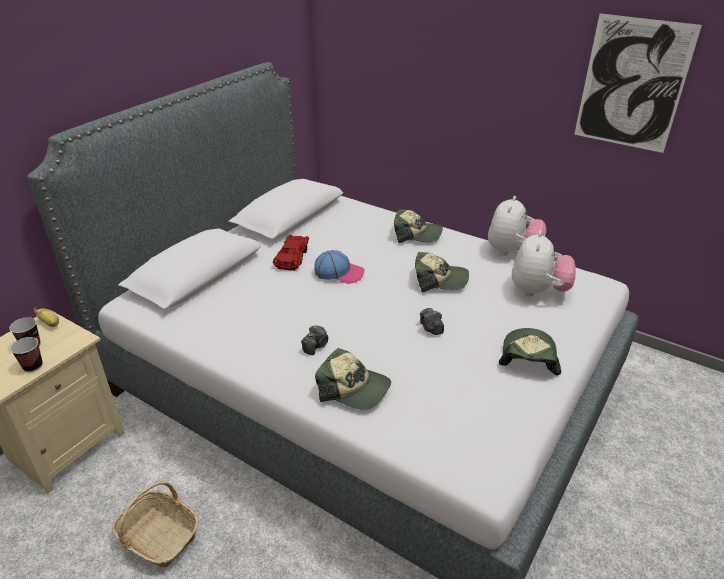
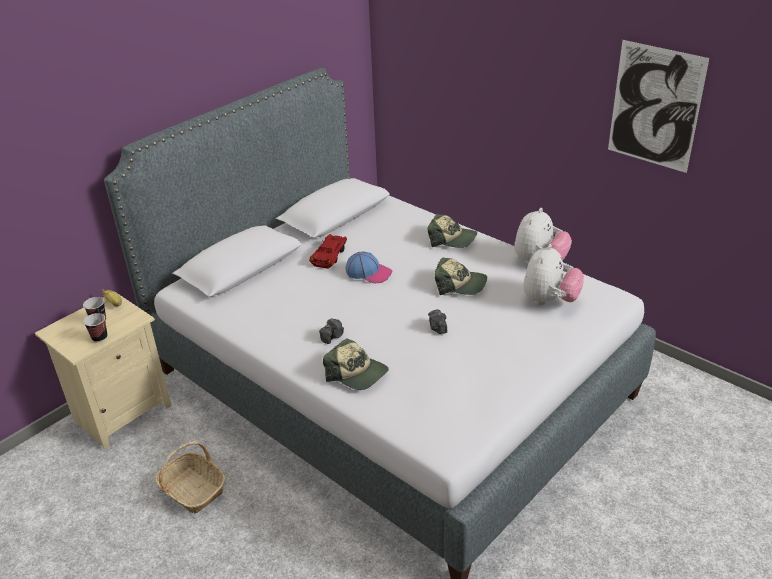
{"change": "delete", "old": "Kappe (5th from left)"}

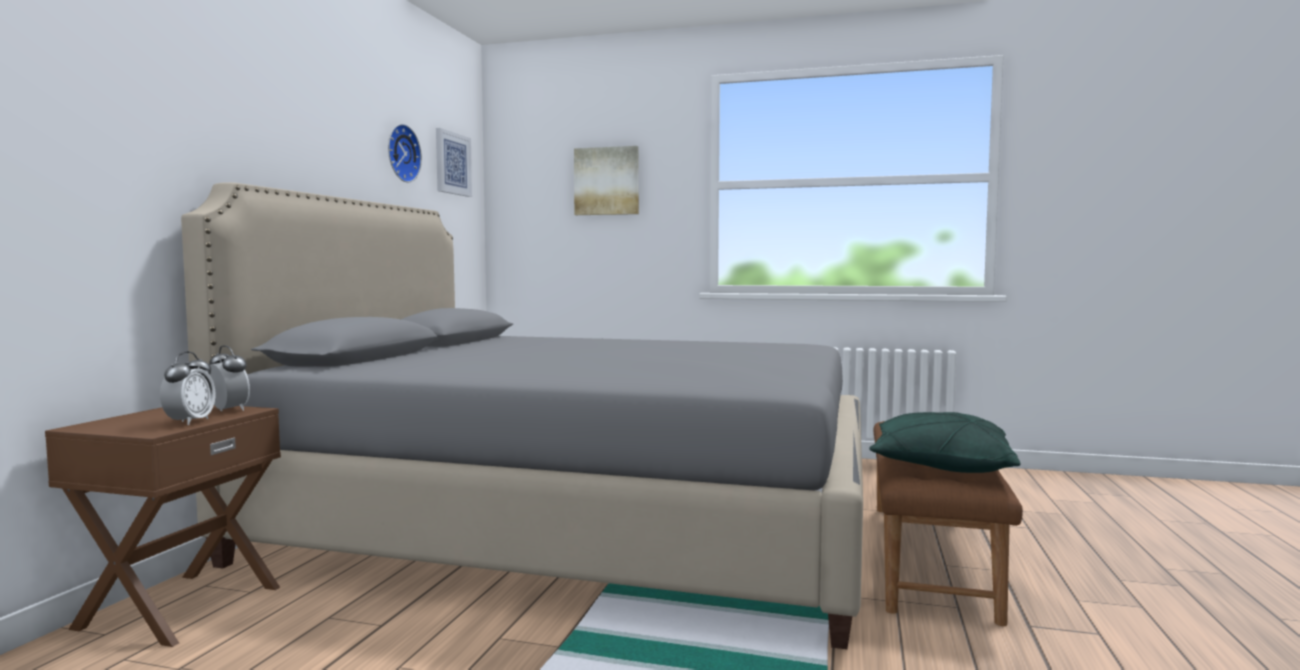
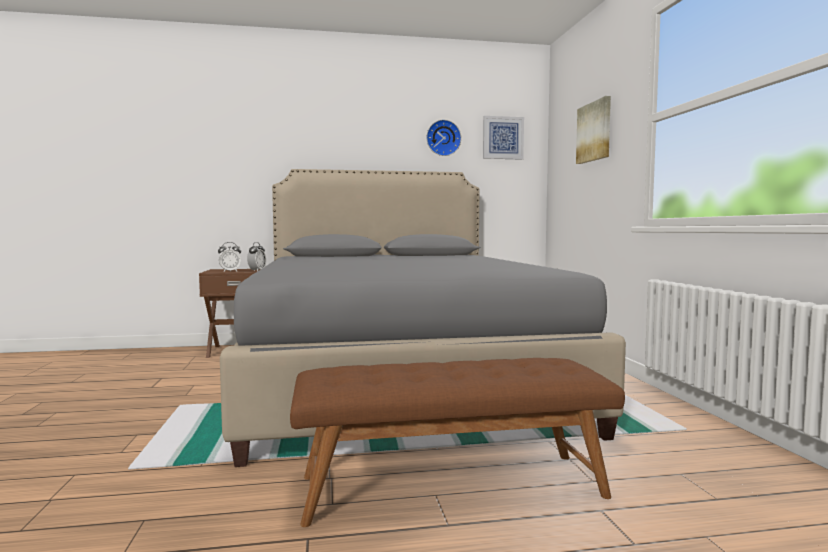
{"change": "delete", "old": "Kissen (grün)"}

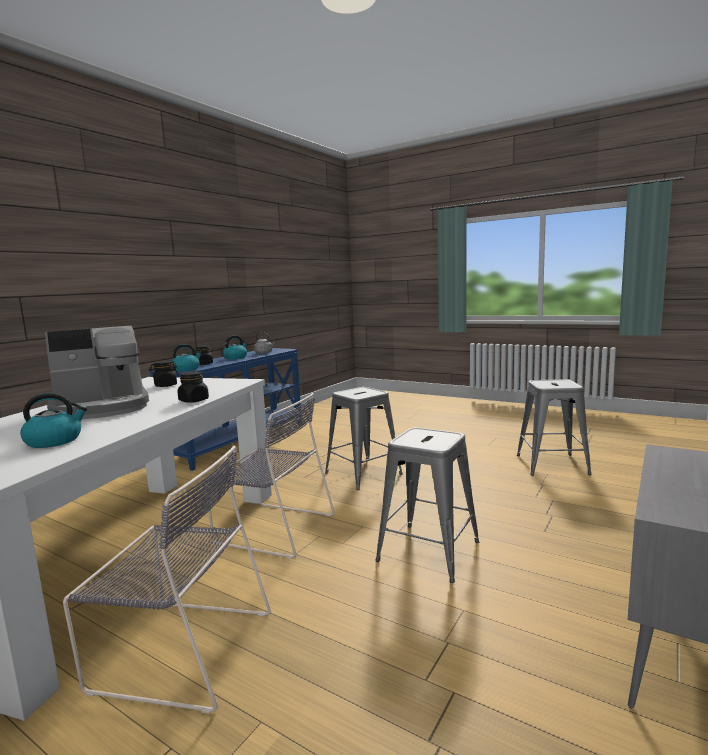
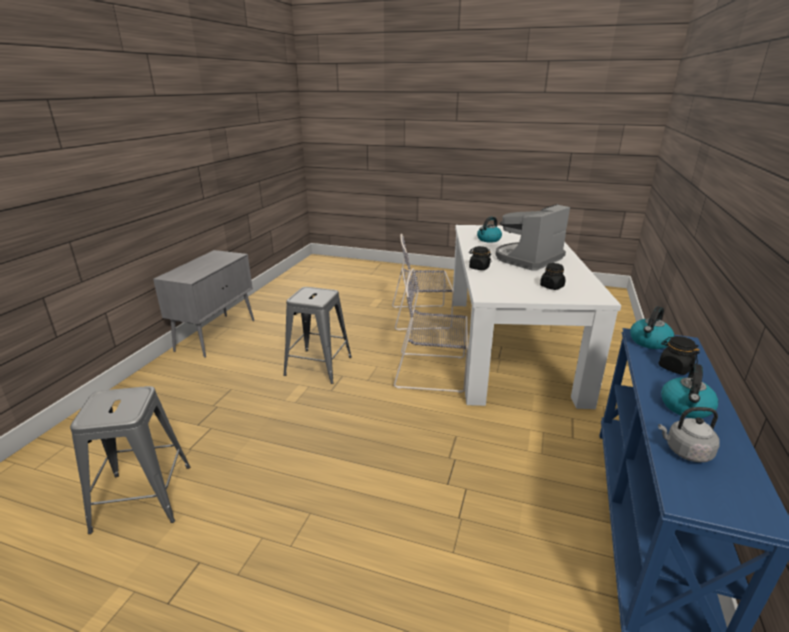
{"change": "delete", "old": "Hocker (grau) (1st from left)"}

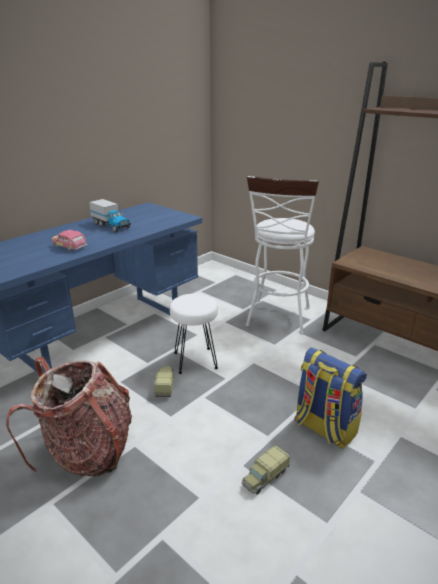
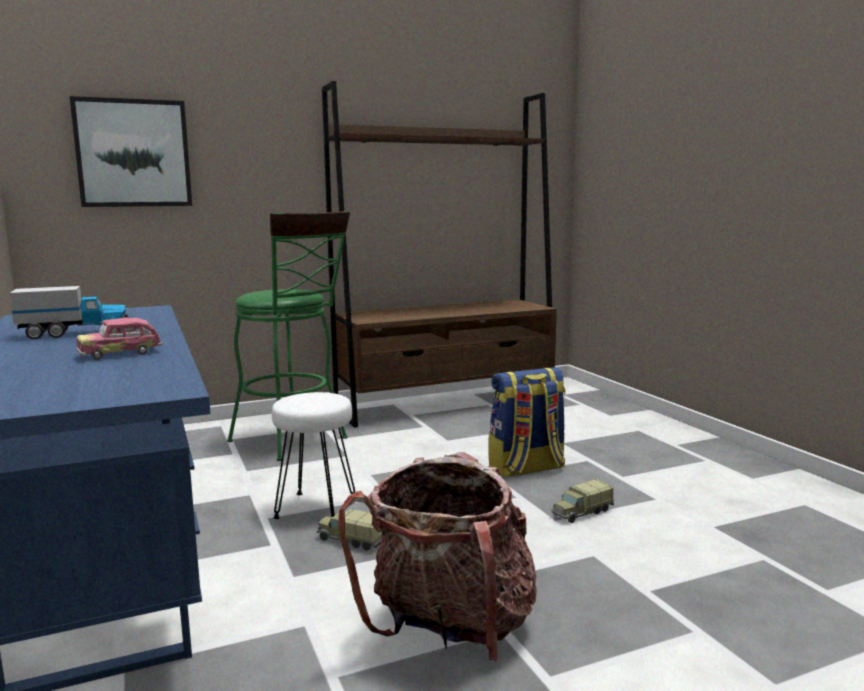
{"change": "rotate", "old": "Spielzeuglaster (3rd from left)", "degrees": 75}
{"change": "recolor", "old": "Hocker (weiß) (2nd from left)", "new": "Hocker (grün)"}
{"change": "insert", "new": "Bild"}

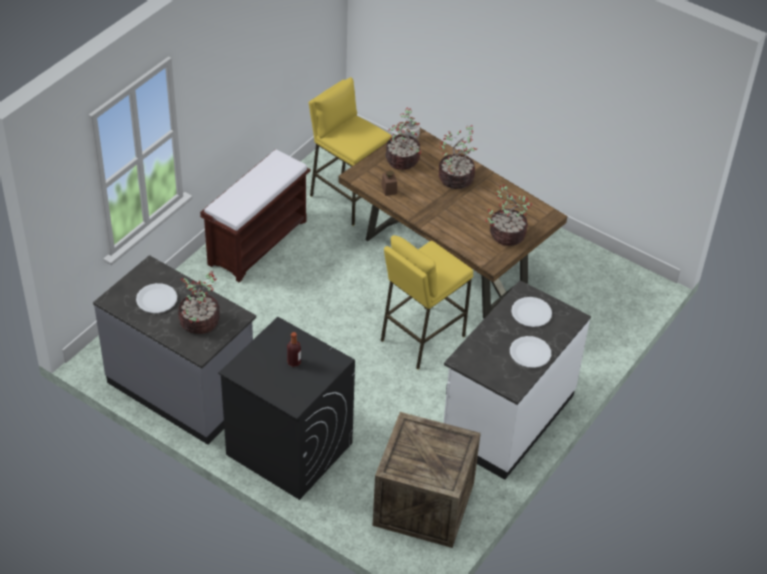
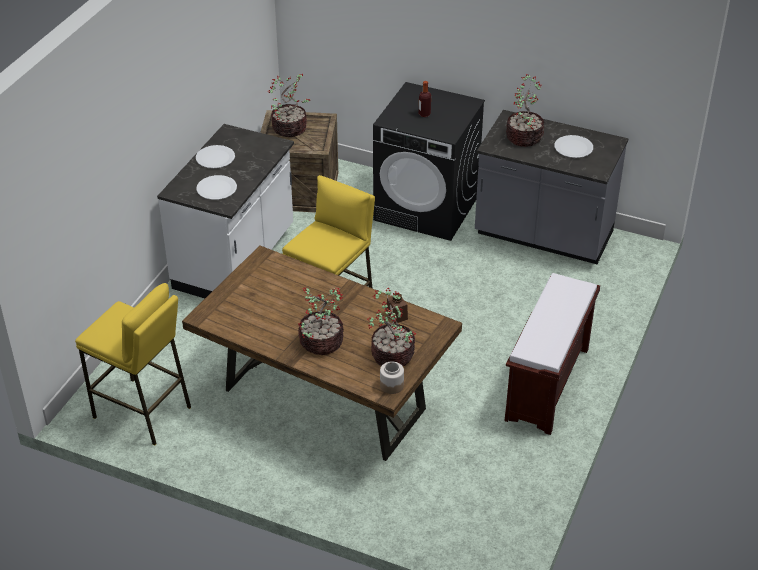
{"change": "move", "old": "Hocker (gelb) (1st from left)"}
{"change": "move", "old": "Topfpflanze (4th from left in the first image)", "new": "Topfpflanze (1st from left)"}

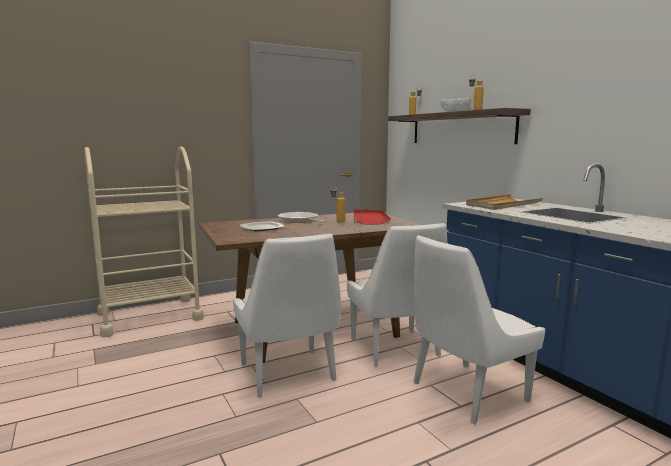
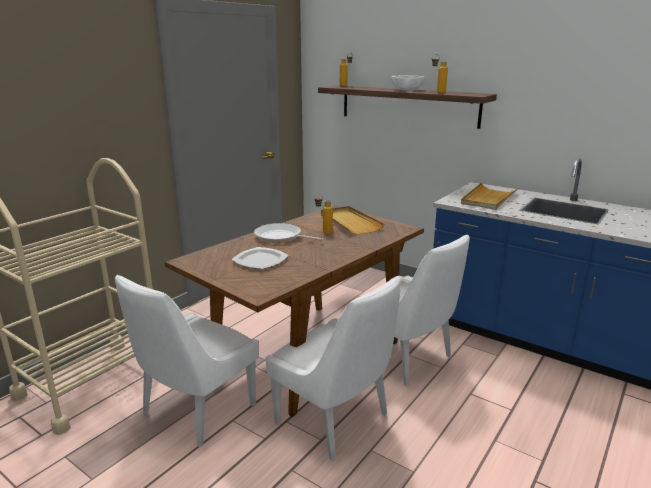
{"change": "recolor", "old": "Tablett (rot)", "new": "Tablett (beige) (1st from left)"}
{"change": "move", "old": "Stuhl (weiß) (3rd from left in the first image)", "new": "Stuhl (weiß) (1st from left)"}

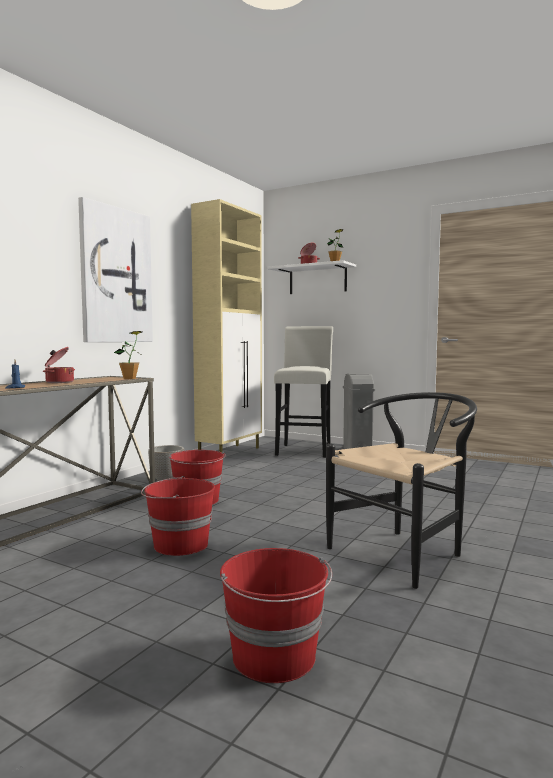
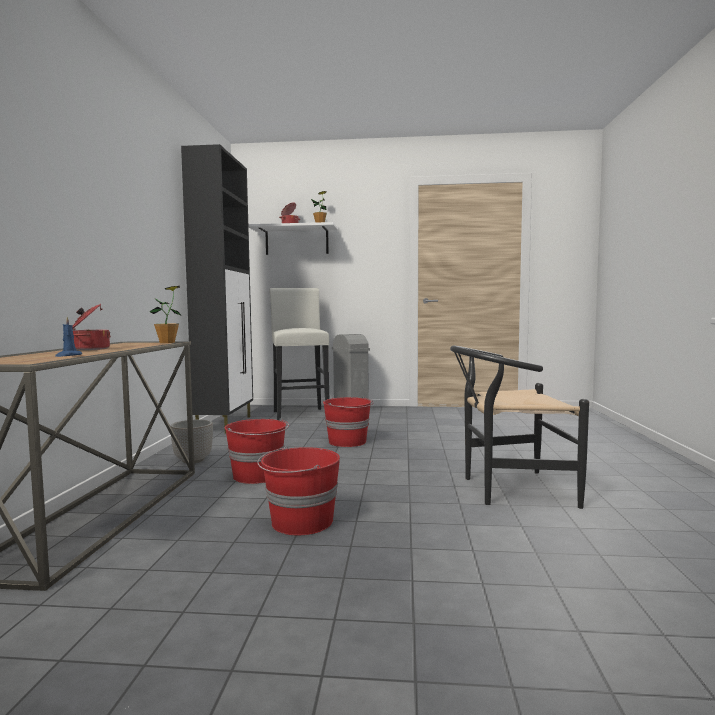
{"change": "delete", "old": "Bild"}
{"change": "recolor", "old": "Schrank (beige)", "new": "Schrank (schwarz)"}
{"change": "move", "old": "Eimer (rot) (3rd from left)"}
{"change": "rotate", "old": "Stuhl (schwarz)", "degrees": -120}

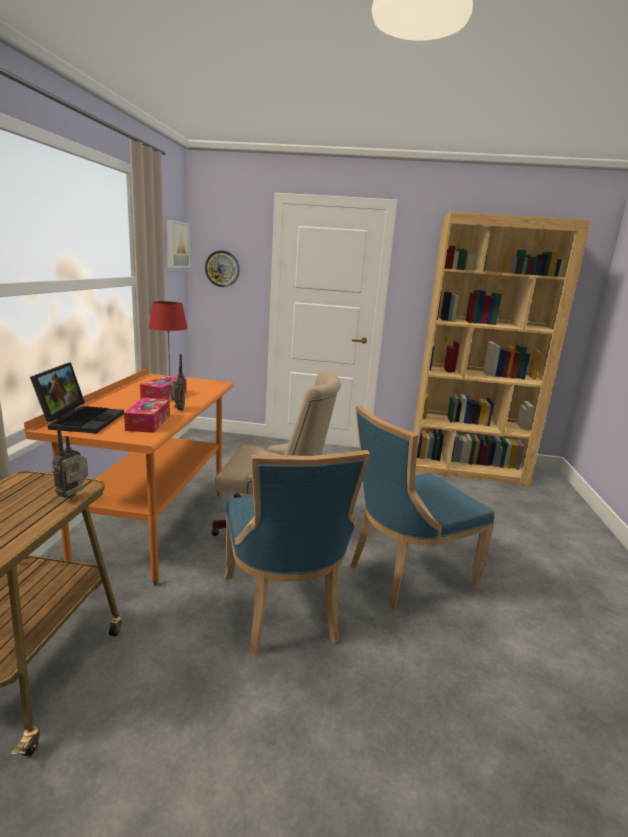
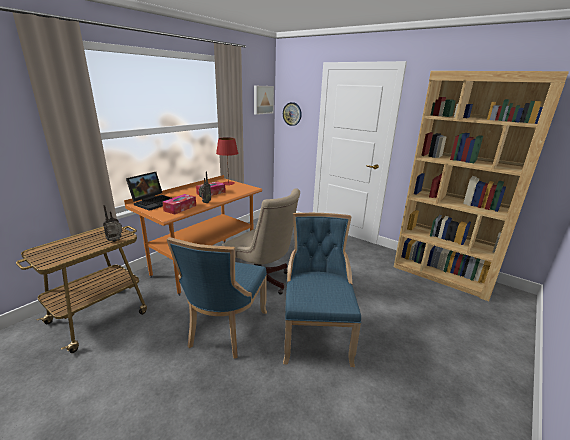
{"change": "rotate", "old": "Stuhl (blau) (2nd from left)", "degrees": 90}

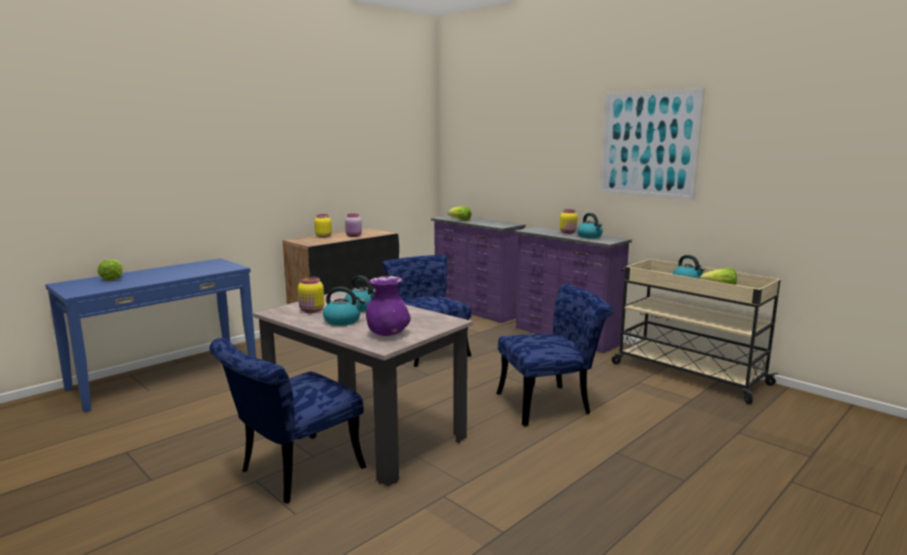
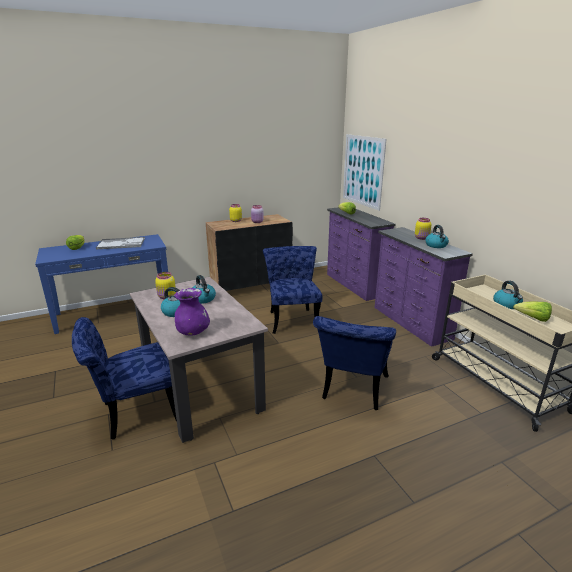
{"change": "rotate", "old": "Stuhl (blau) (3rd from left)", "degrees": 105}
{"change": "move", "old": "Bild"}
{"change": "insert", "new": "Tablett"}

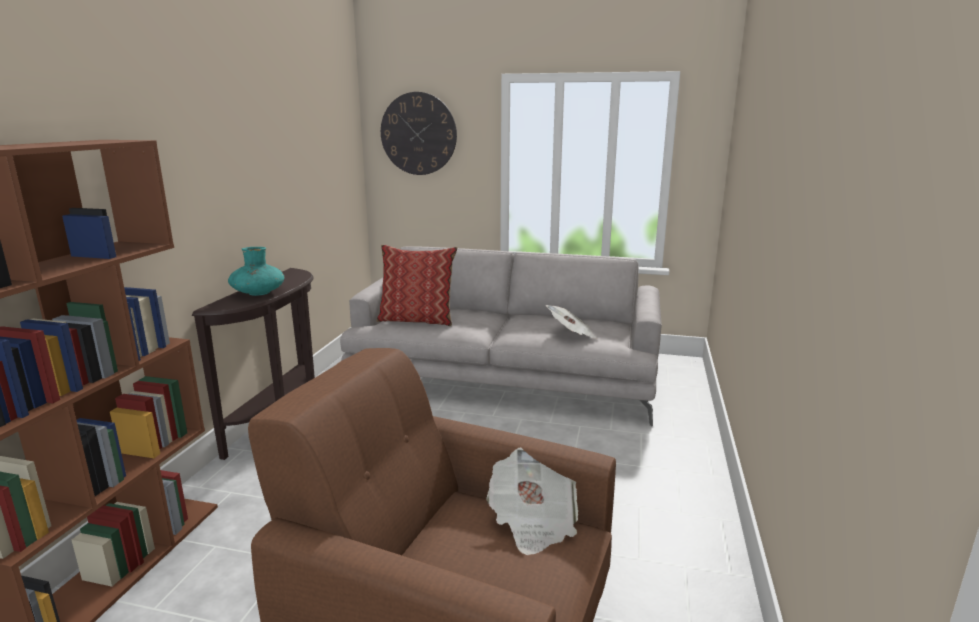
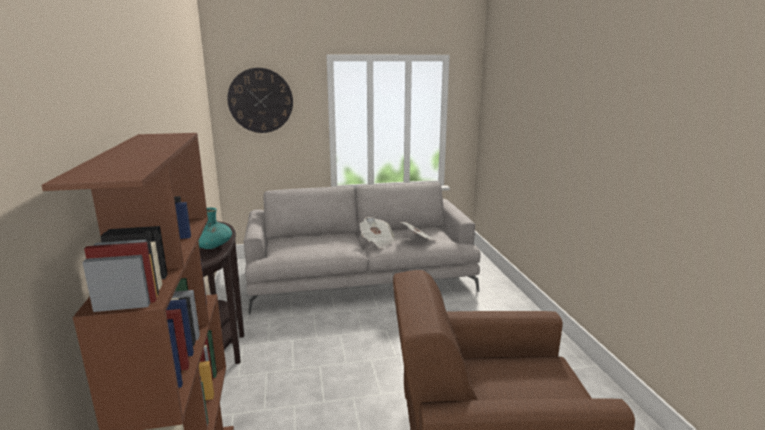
{"change": "delete", "old": "Kissen"}
{"change": "move", "old": "Zeitung (1st from left)"}

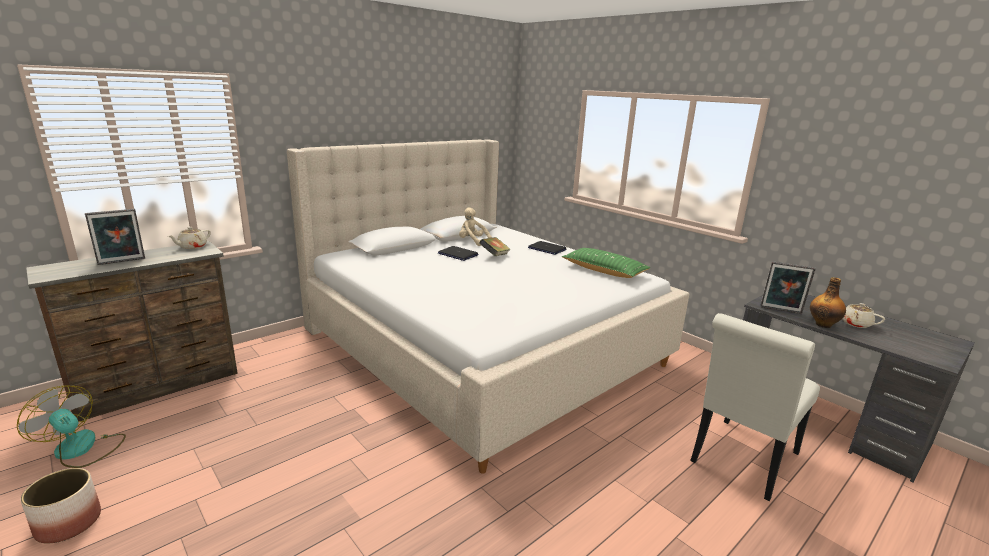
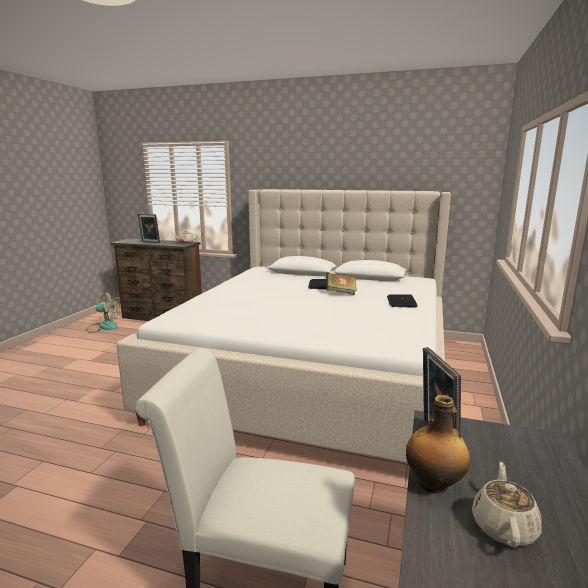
{"change": "rotate", "old": "Ventilator", "degrees": 90}
{"change": "delete", "old": "Pflanzkübel"}
{"change": "delete", "old": "Plüschtier (beige)"}
{"change": "delete", "old": "Kissen (grün)"}

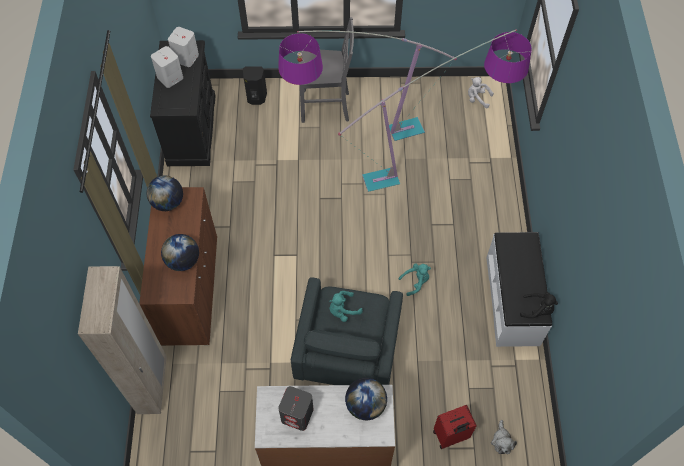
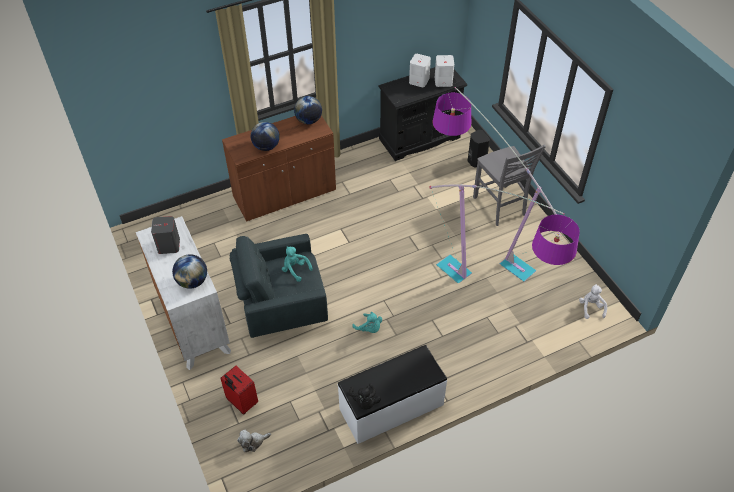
{"change": "delete", "old": "Kleiderschrank (beige)"}

